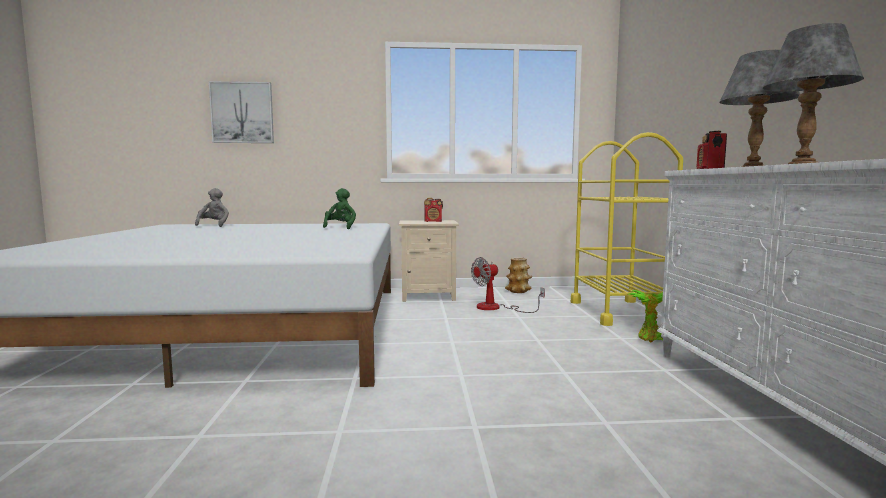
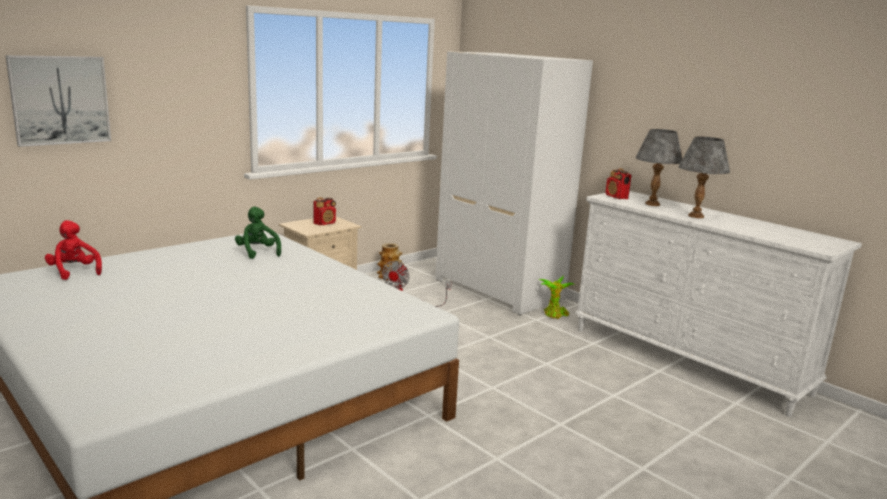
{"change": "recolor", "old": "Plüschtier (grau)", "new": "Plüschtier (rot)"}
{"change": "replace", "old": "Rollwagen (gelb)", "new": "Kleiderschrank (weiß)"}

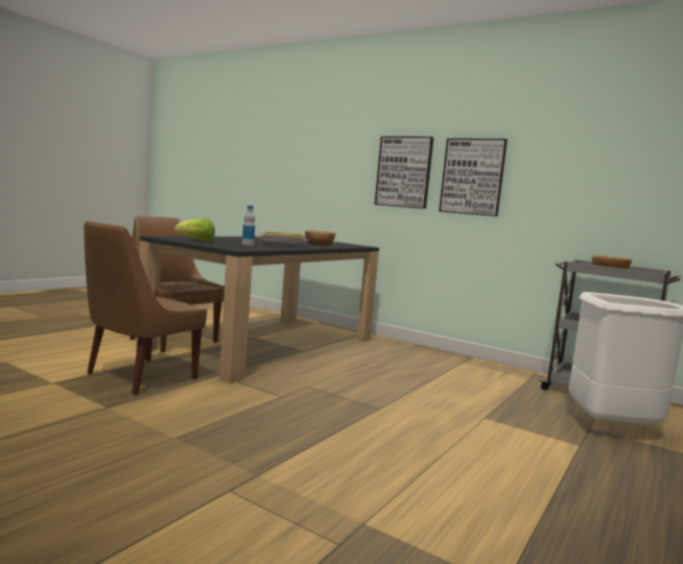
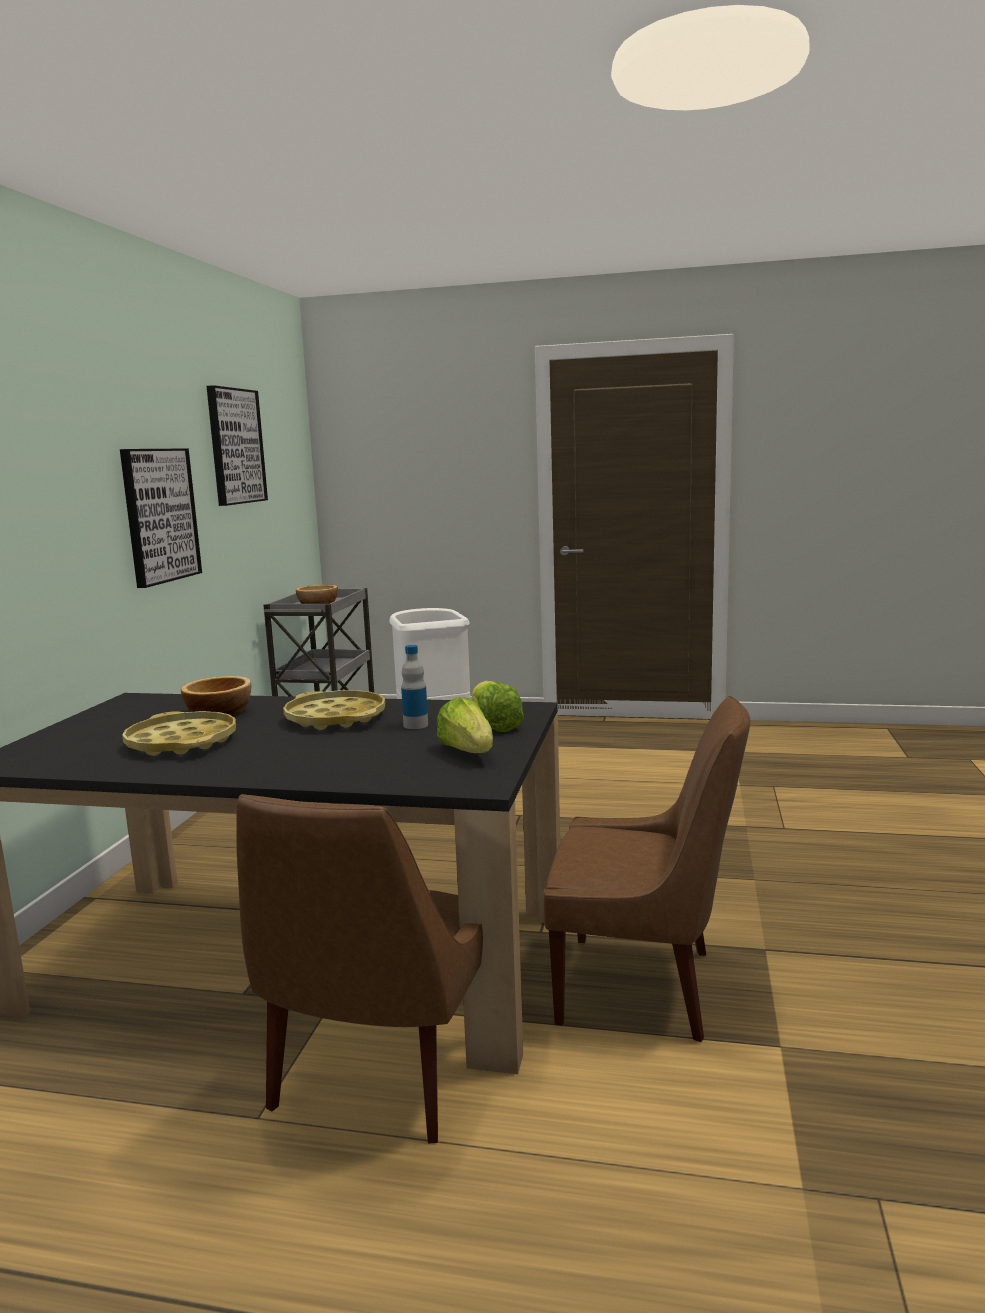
{"change": "recolor", "old": "Tablett (grau)", "new": "Tablett (gelb) (2nd from left)"}
{"change": "move", "old": "Bild (1st from left in the first image)", "new": "Bild (2nd from left)"}
{"change": "insert", "new": "Salatkopf (2nd from left)"}

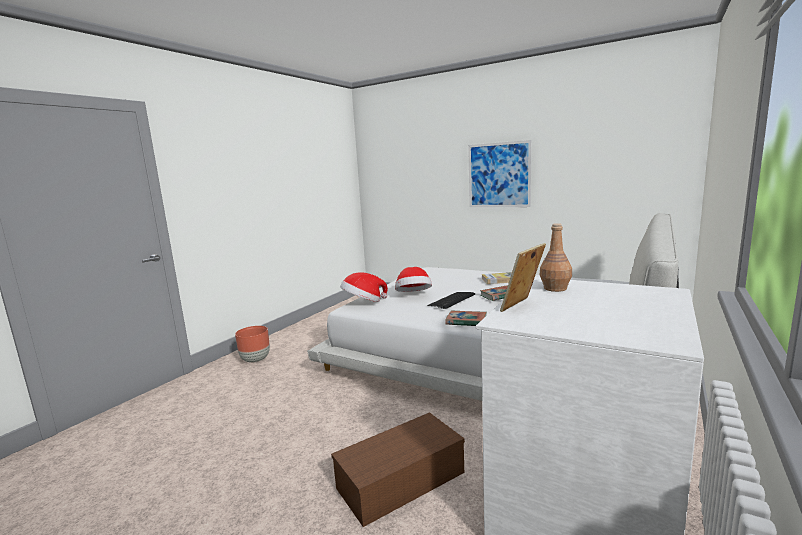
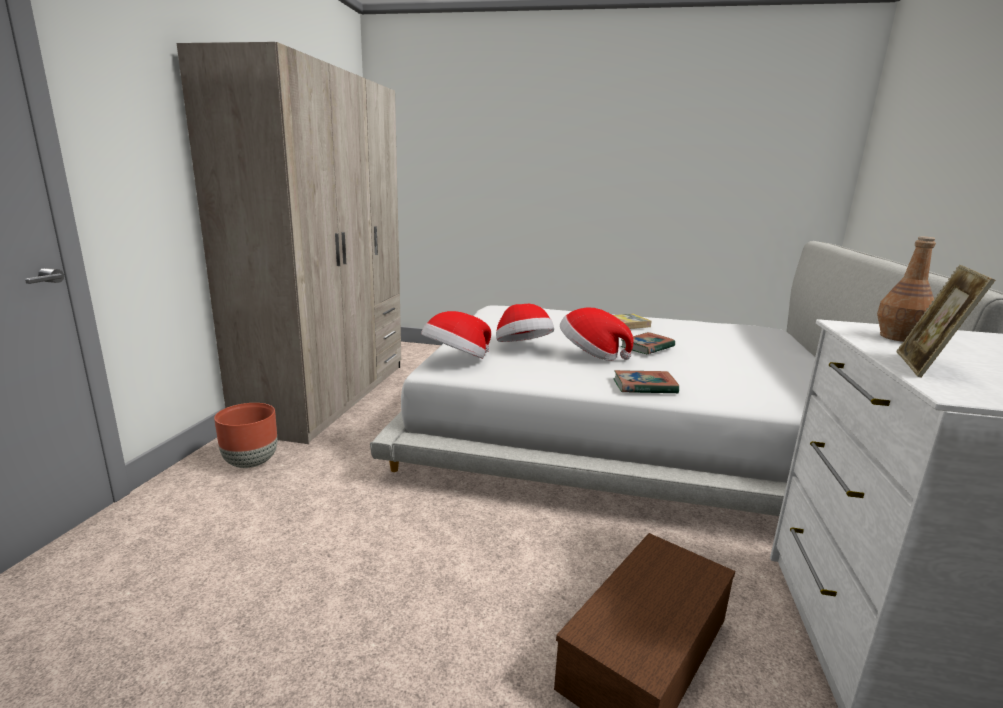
{"change": "replace", "old": "Tastatur", "new": "Hut (3rd from left)"}
{"change": "delete", "old": "Bild"}
{"change": "insert", "new": "Kleiderschrank (beige)"}

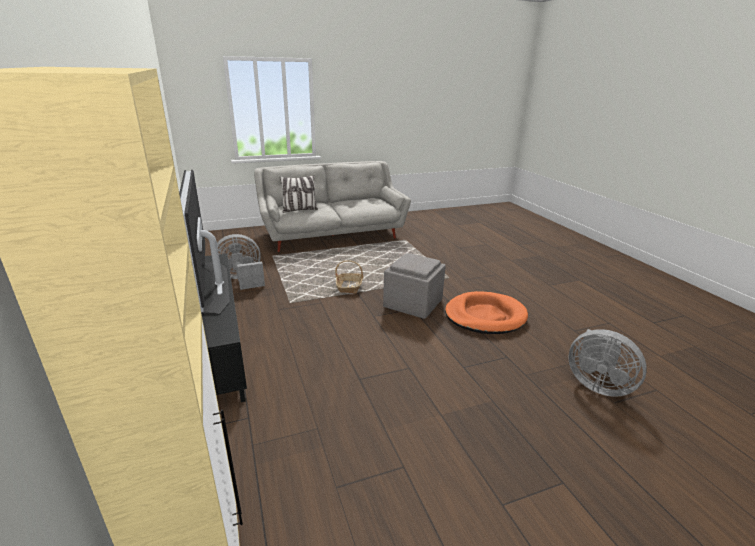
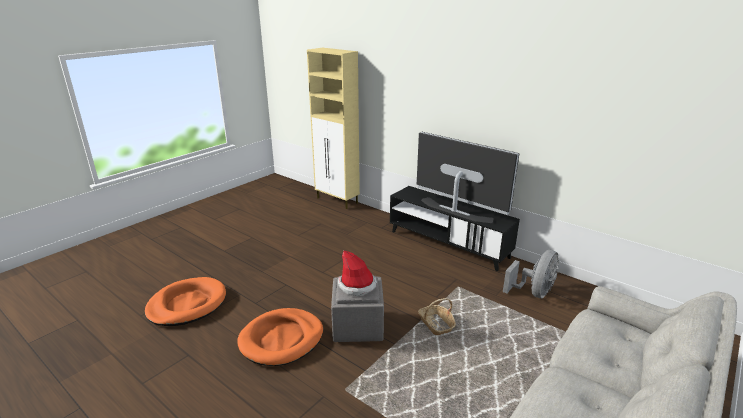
{"change": "delete", "old": "Kissen"}
{"change": "replace", "old": "Ventilator (grau) (2nd from left)", "new": "Hundebett (orange) (1st from left)"}
{"change": "insert", "new": "Hut"}

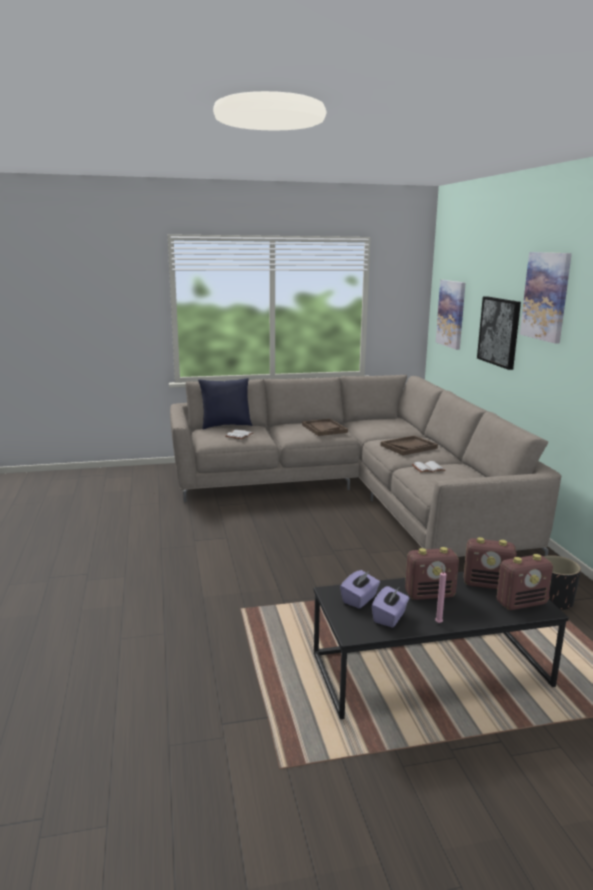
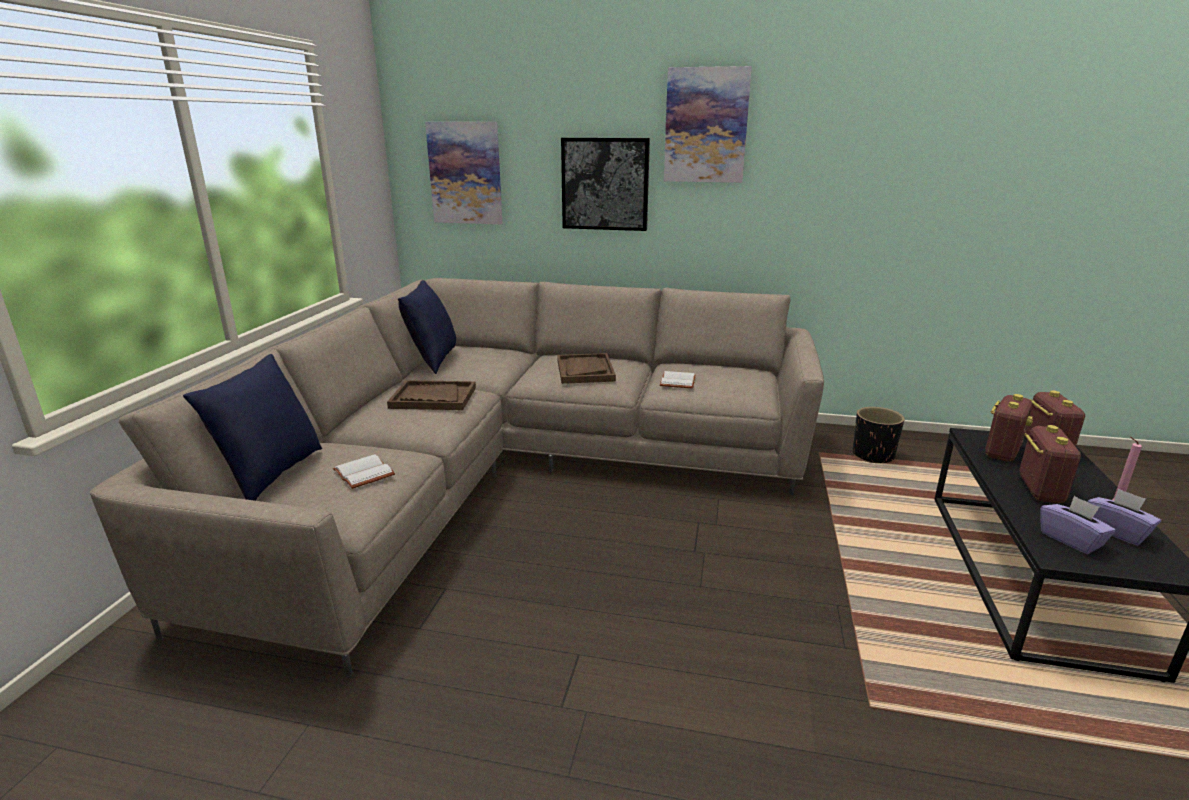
{"change": "insert", "new": "Kissen (blau) (2nd from left)"}

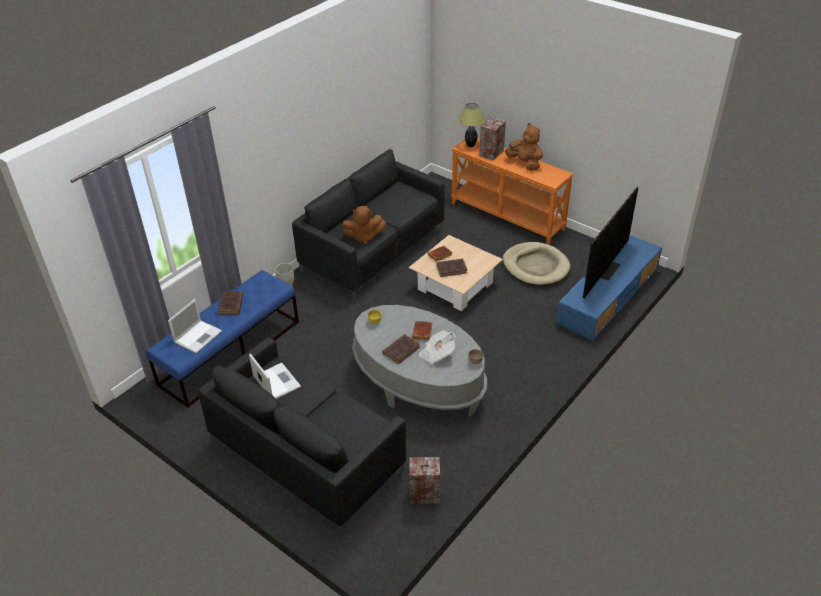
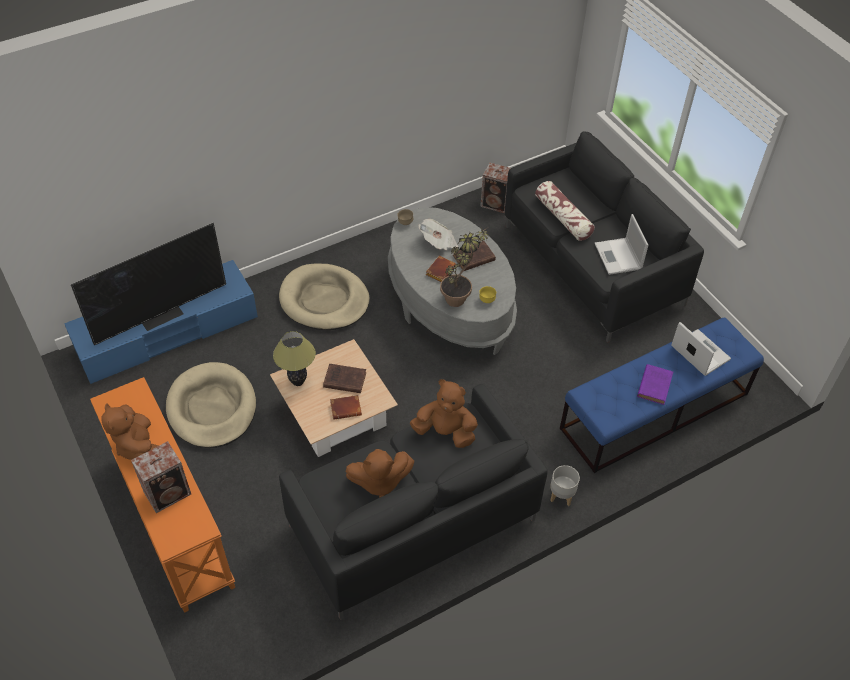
{"change": "rotate", "old": "Laptop (1st from left in the first image)", "degrees": 90}
{"change": "recolor", "old": "Buch (braun) (1st from left)", "new": "Buch (lila)"}
{"change": "move", "old": "Tischlampe"}
{"change": "insert", "new": "Hundebett (beige) (2nd from left)"}
{"change": "insert", "new": "Plüschtier (braun) (2nd from left)"}
{"change": "insert", "new": "Topfpflanze"}
{"change": "insert", "new": "Kissen"}

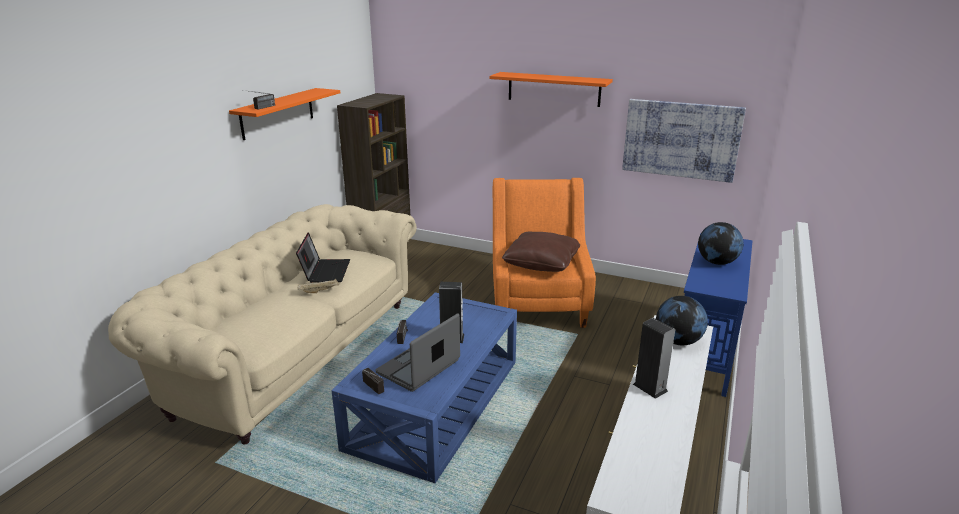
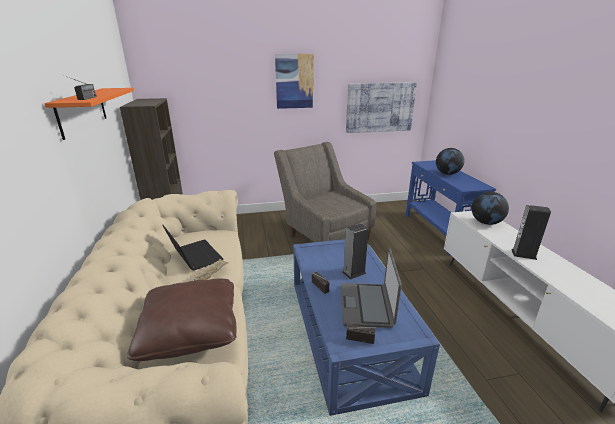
{"change": "replace", "old": "Wandregal (orange) (2nd from left)", "new": "Bild (1st from left)"}
{"change": "recolor", "old": "Sessel (orange)", "new": "Sessel (grau)"}
{"change": "move", "old": "Kissen (braun)"}

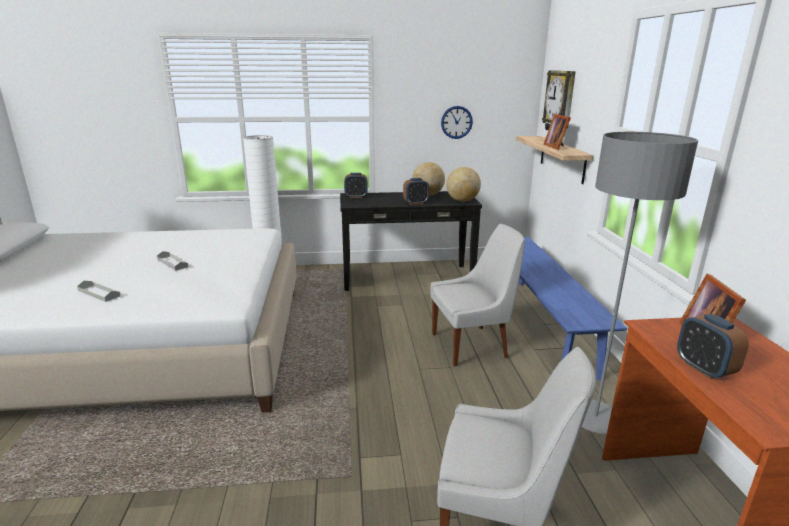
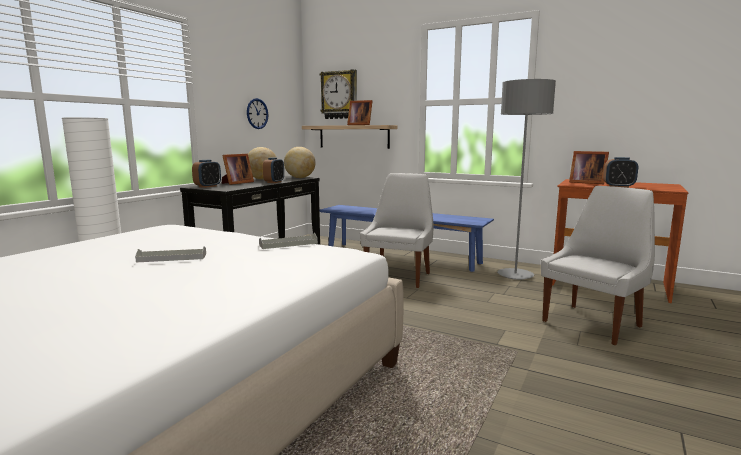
{"change": "move", "old": "Tablett (grau) (1st from left in the first image)", "new": "Tablett (grau) (2nd from left)"}
{"change": "insert", "new": "Bilderrahmen (1st from left)"}

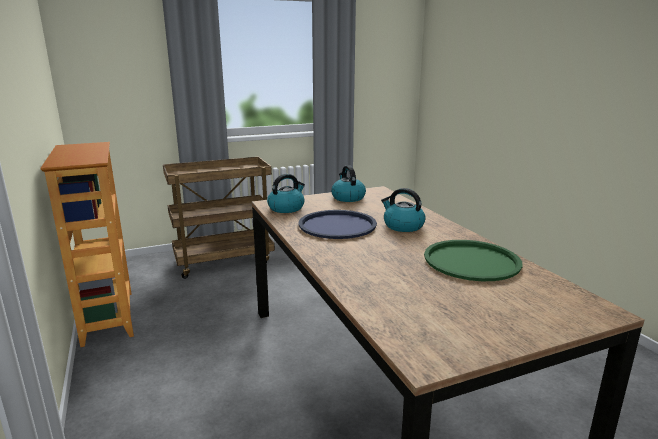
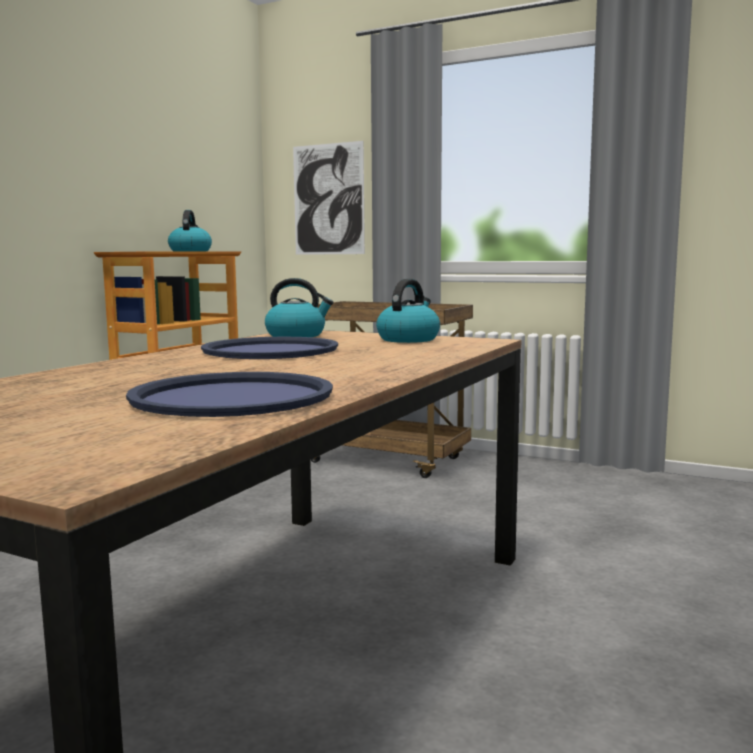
{"change": "move", "old": "Wasserkessel (3rd from left in the first image)", "new": "Wasserkessel (1st from left)"}
{"change": "recolor", "old": "Tablett (grün)", "new": "Tablett (blau) (1st from left)"}
{"change": "insert", "new": "Bild"}

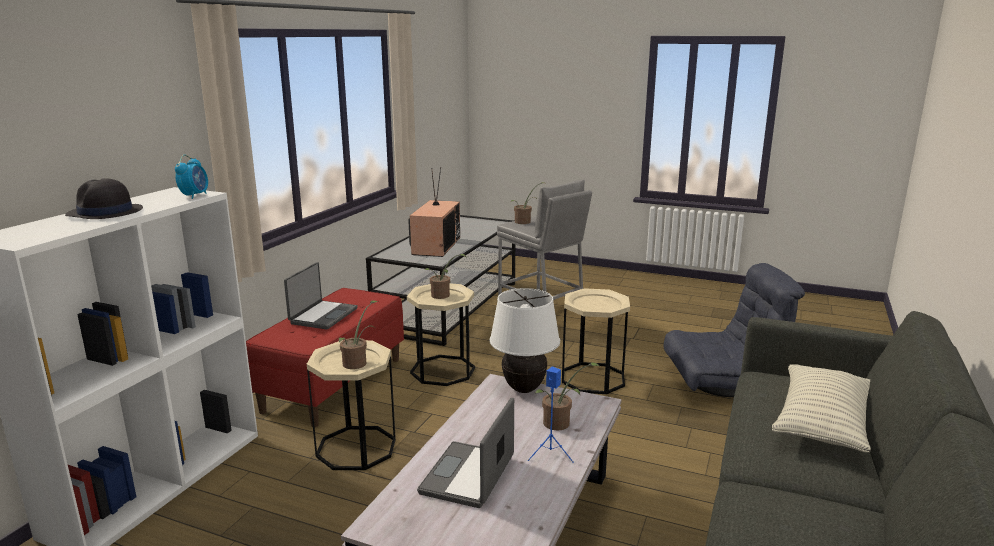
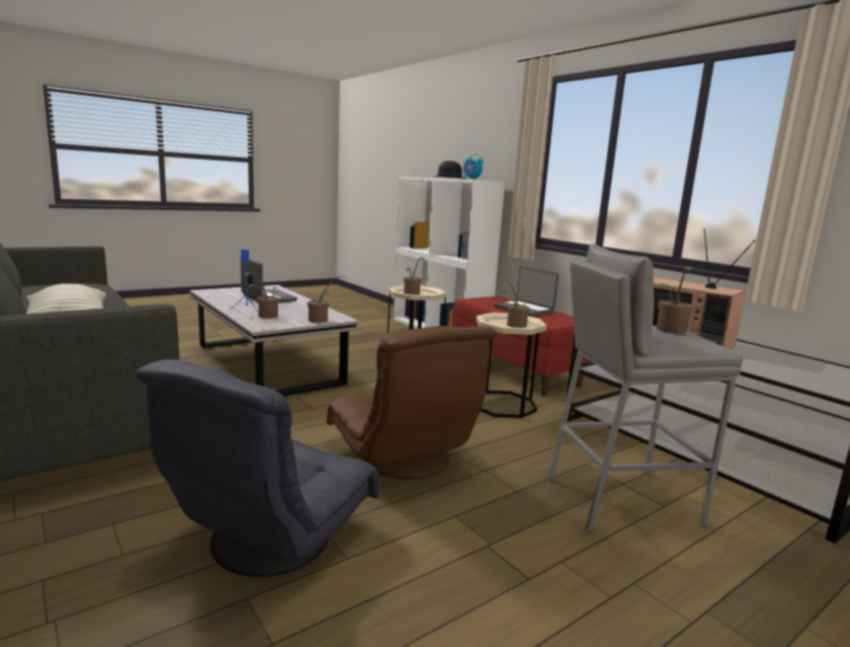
{"change": "replace", "old": "Tischlampe (weiß)", "new": "Topfpflanze (2nd from left)"}
{"change": "replace", "old": "Beistelltisch (beige) (3rd from left)", "new": "Sessel (braun)"}

